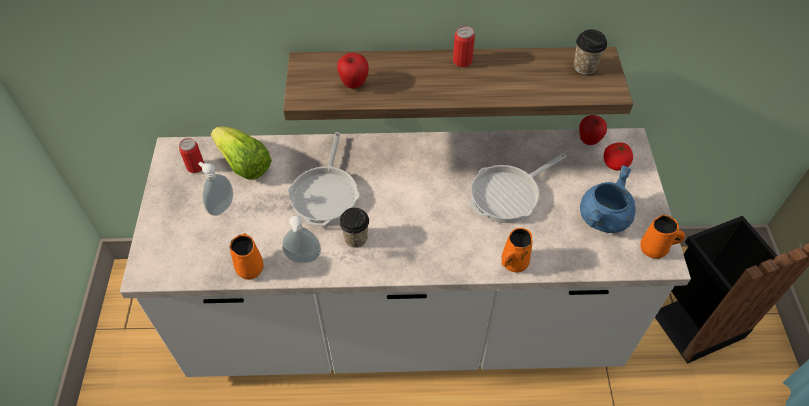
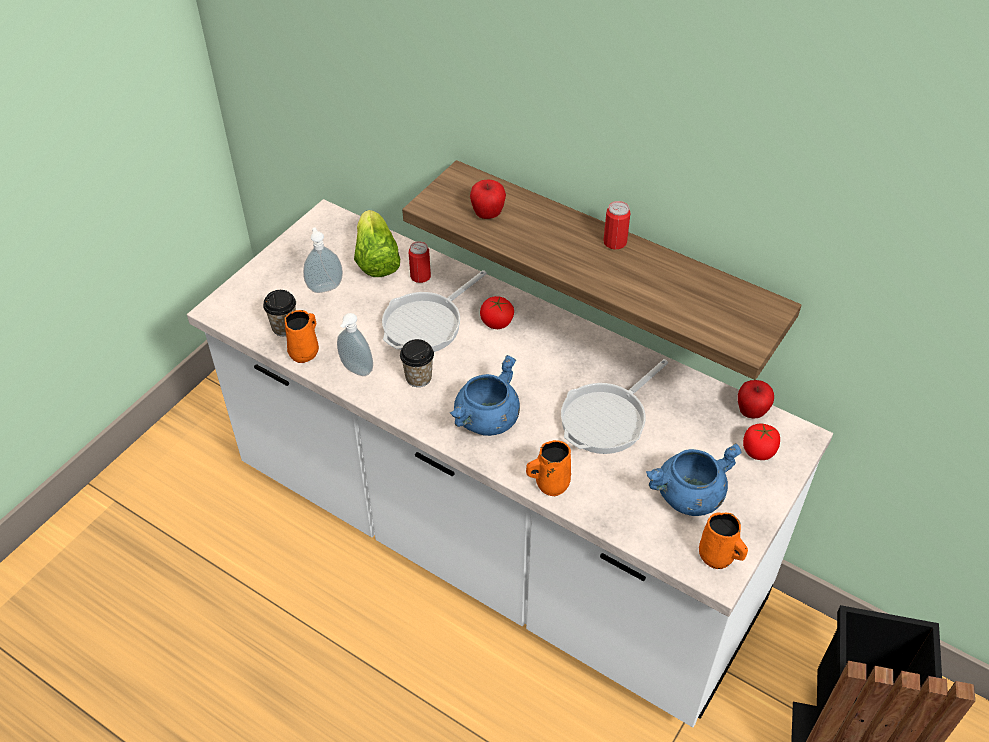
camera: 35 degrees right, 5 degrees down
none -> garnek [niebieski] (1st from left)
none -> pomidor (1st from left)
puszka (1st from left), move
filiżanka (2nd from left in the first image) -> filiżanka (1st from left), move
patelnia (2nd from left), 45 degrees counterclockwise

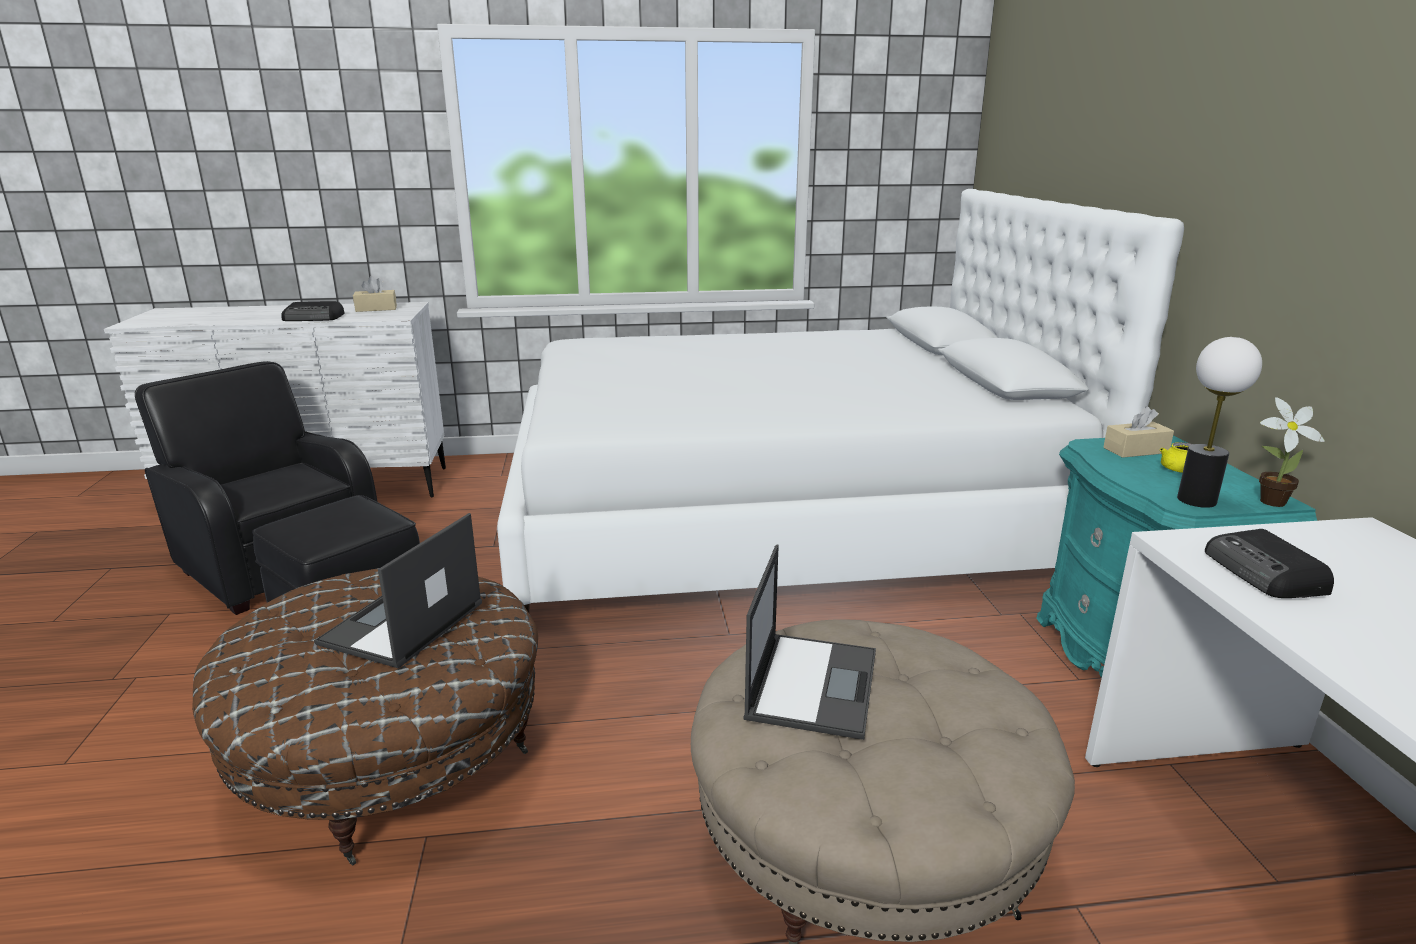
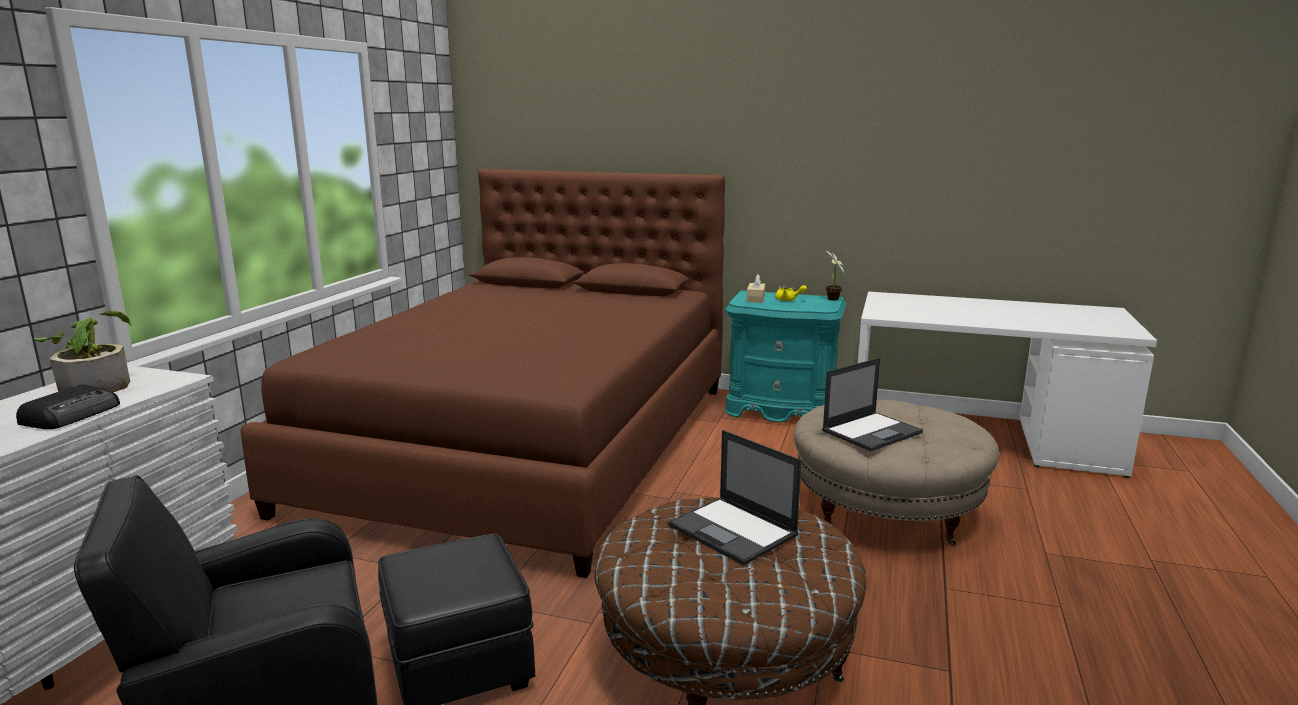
camera: 65 degrees left, 5 degrees down
lampa stołowa -> none
radio (2nd from left) -> none
pudełko chusteczek [beżowy] (1st from left) -> roślina doniczkowa (1st from left)
łóżko [biały] -> łóżko [brązowy]
laptop (2nd from left), 105 degrees clockwise

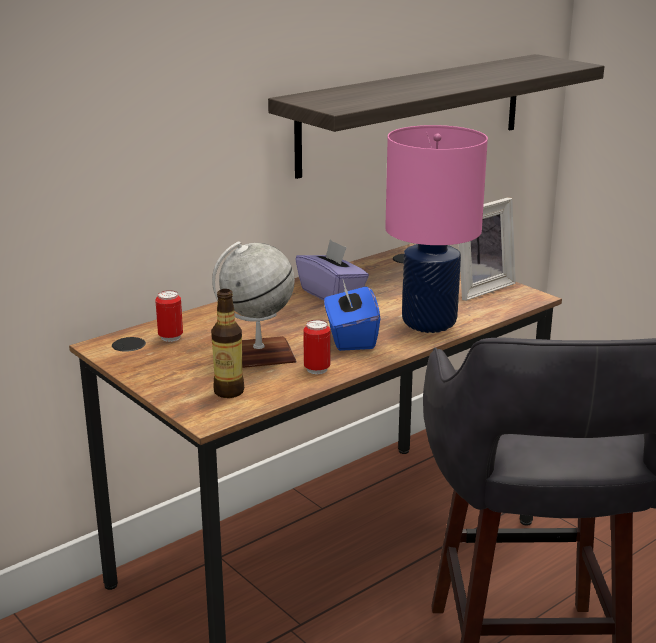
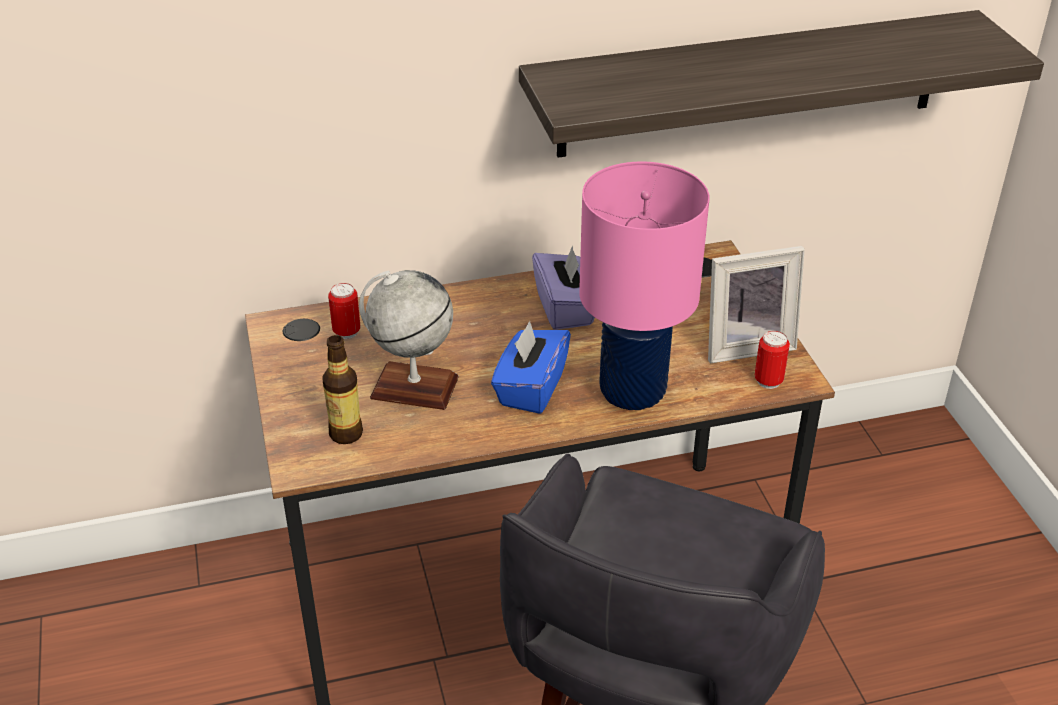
camera: 25 degrees right, 15 degrees up
puszka (2nd from left), move

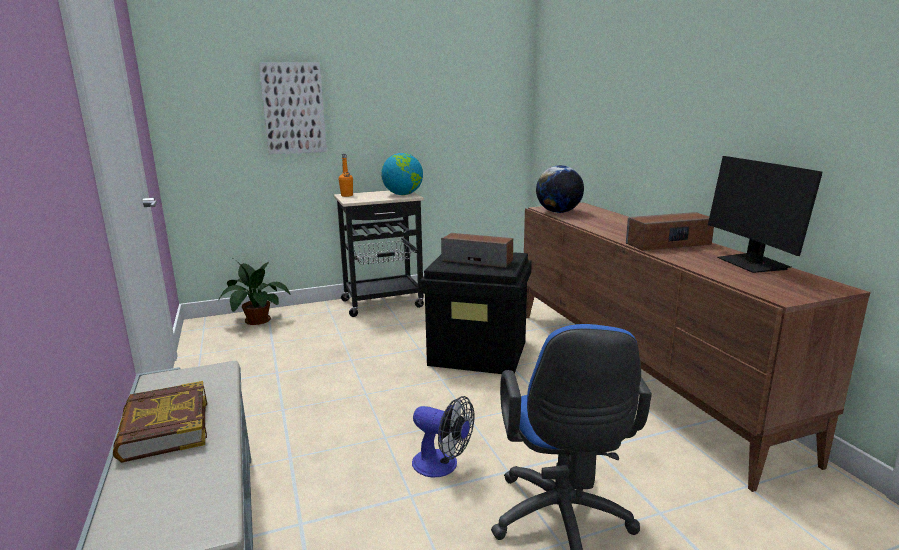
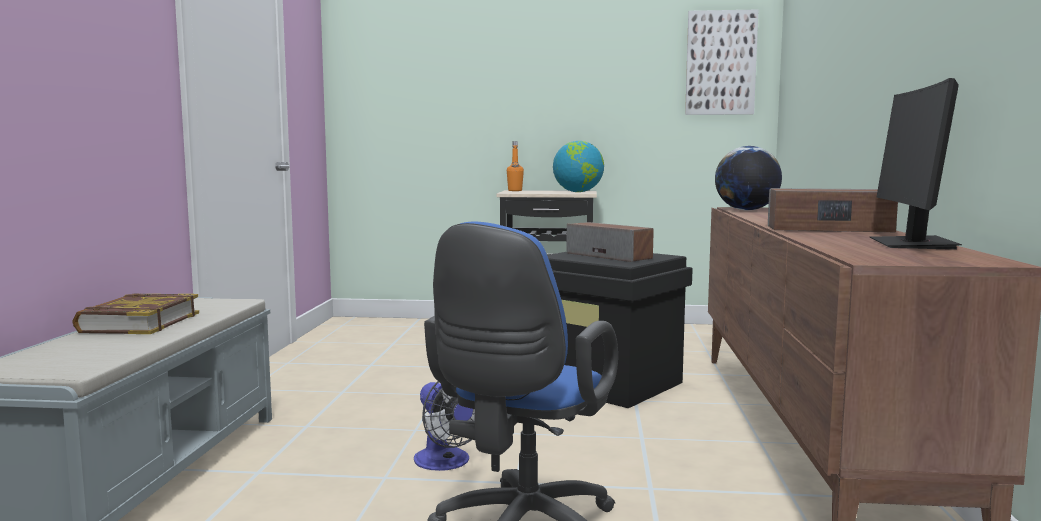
camera: 25 degrees right, 10 degrees down
roślina doniczkowa -> none
obraz, move

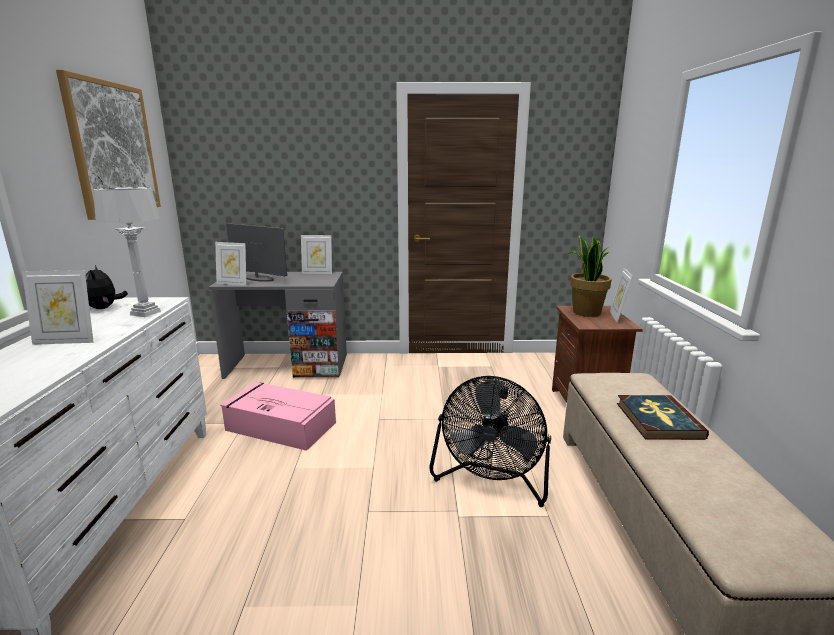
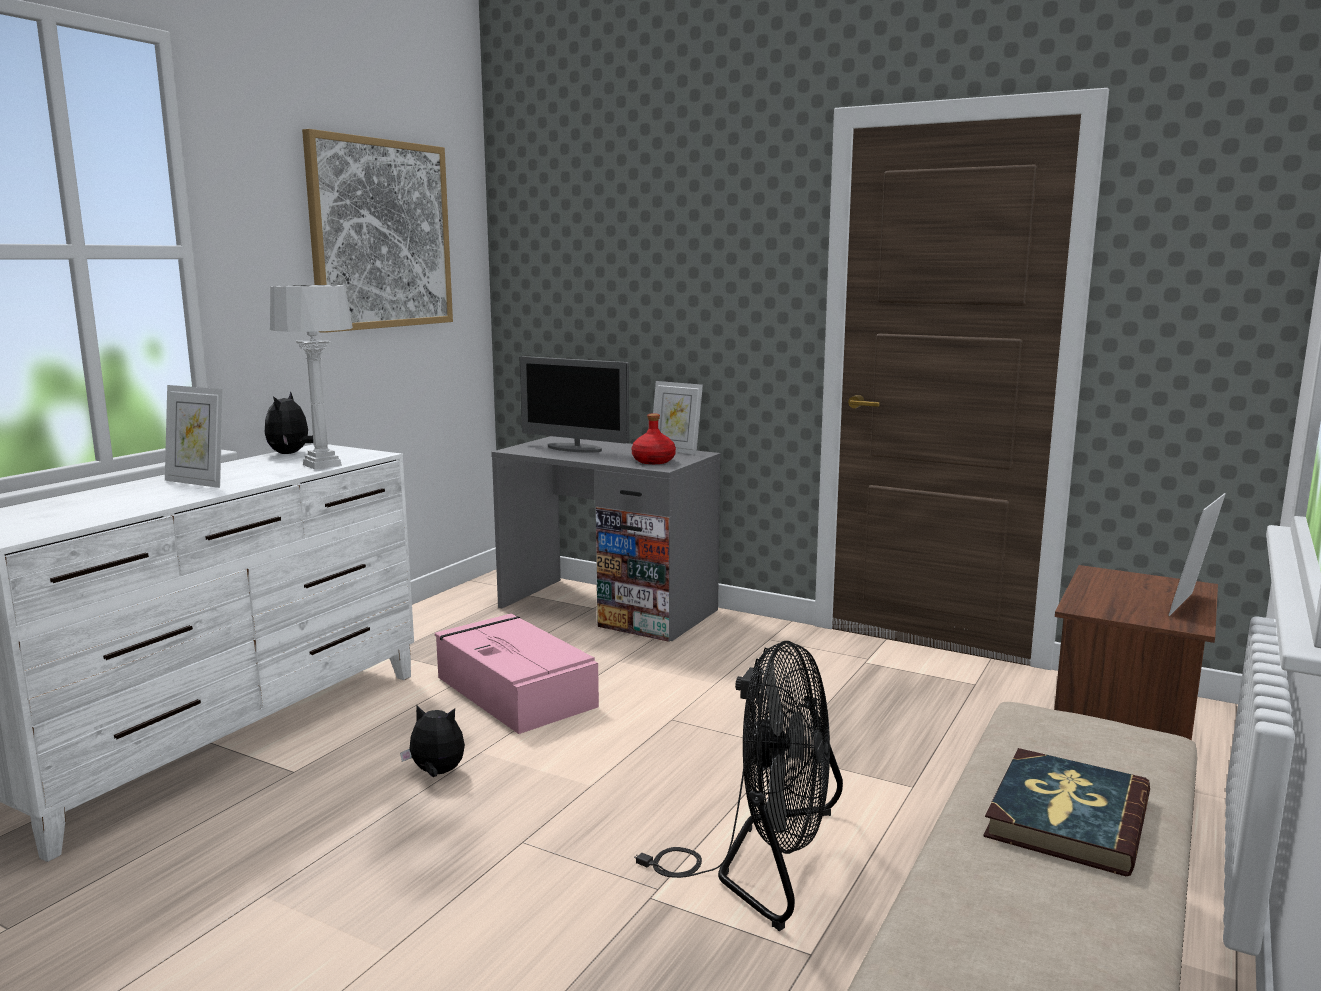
camera: 30 degrees right, 5 degrees down
ramka na zdjęcie (2nd from left) -> none
roślina doniczkowa -> none
none -> pluszak (2nd from left)
none -> butelka [czerwony]
monitor, 150 degrees clockwise
wentylator [czarny], 120 degrees counterclockwise

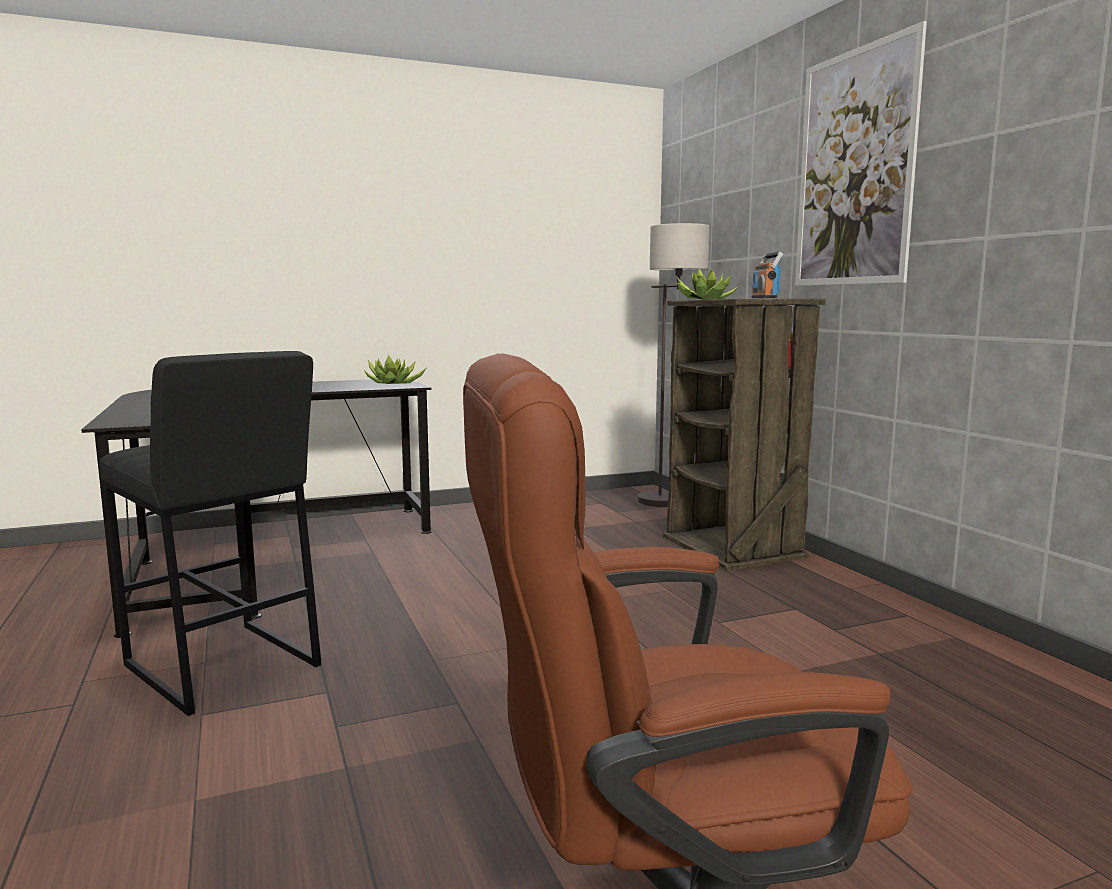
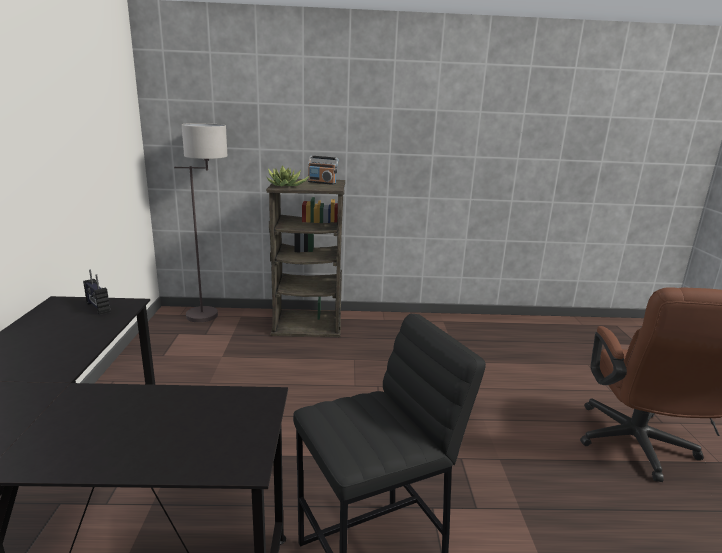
camera: 70 degrees left, 10 degrees up
obraz -> none
roślina doniczkowa (1st from left) -> radio (1st from left)

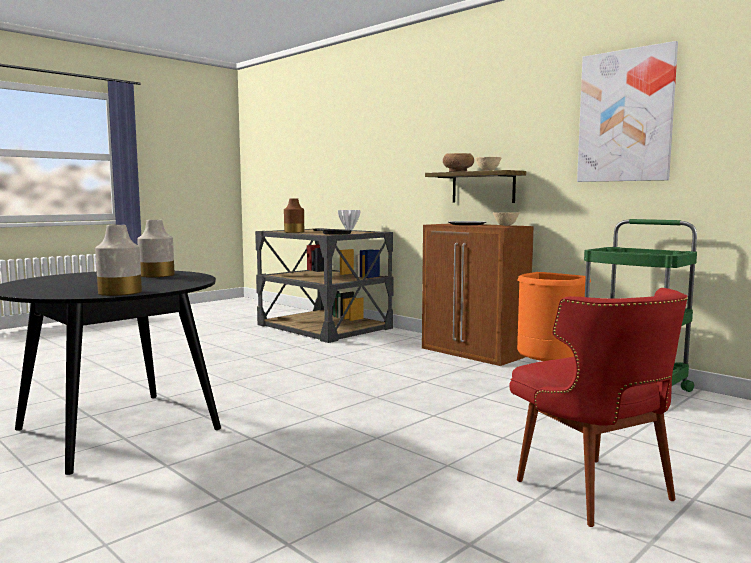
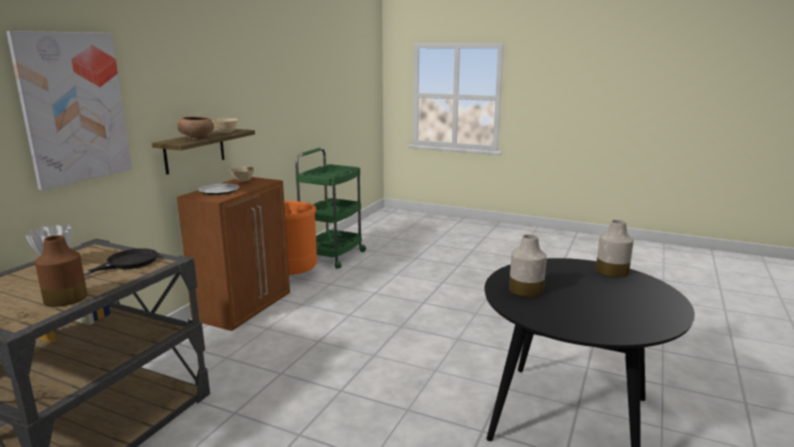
camera: 110 degrees left, 10 degrees up
krzesło [czerwony] -> none
obraz, move

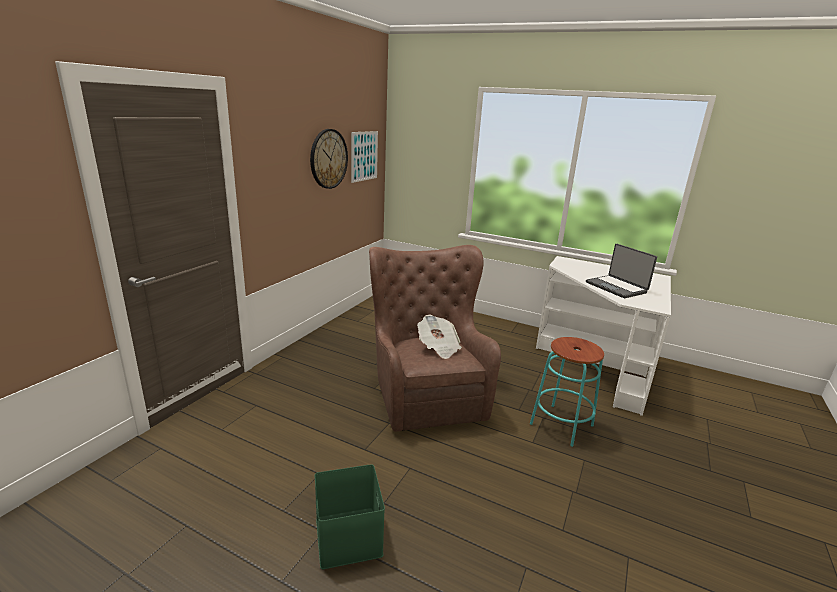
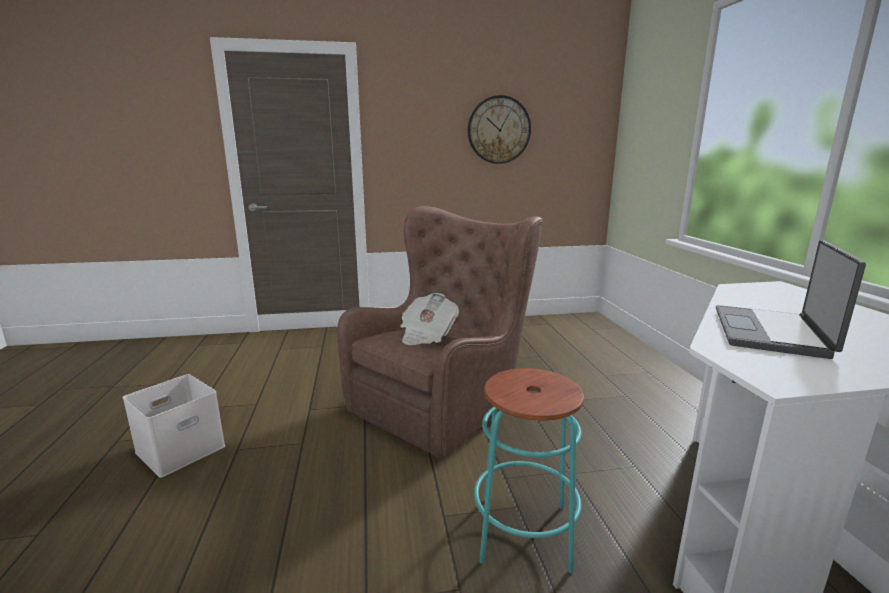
camera: 55 degrees right, 5 degrees down
obraz -> none
pojemnik do przechowywania [zielony] -> pojemnik do przechowywania [biały]

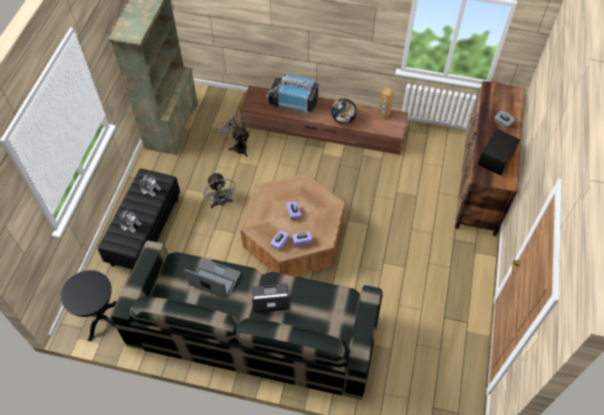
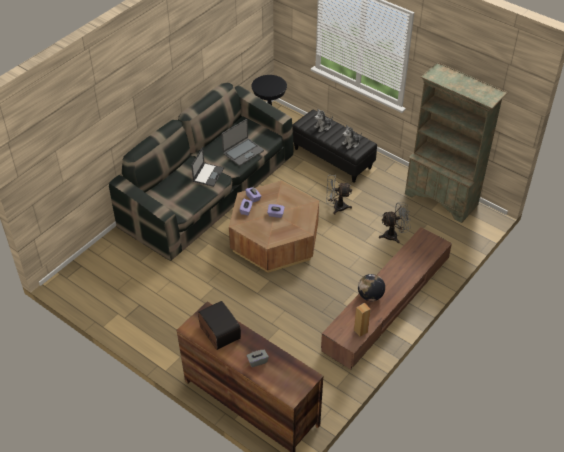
camera: 115 degrees right, 10 degrees down
telewizor -> none

